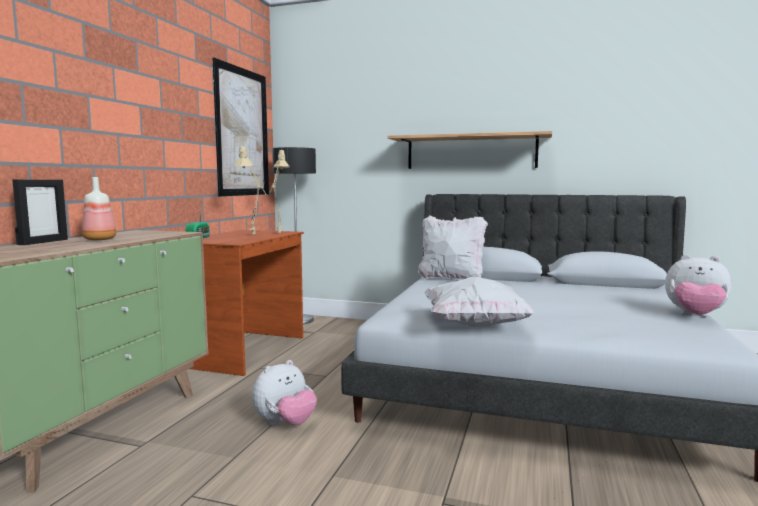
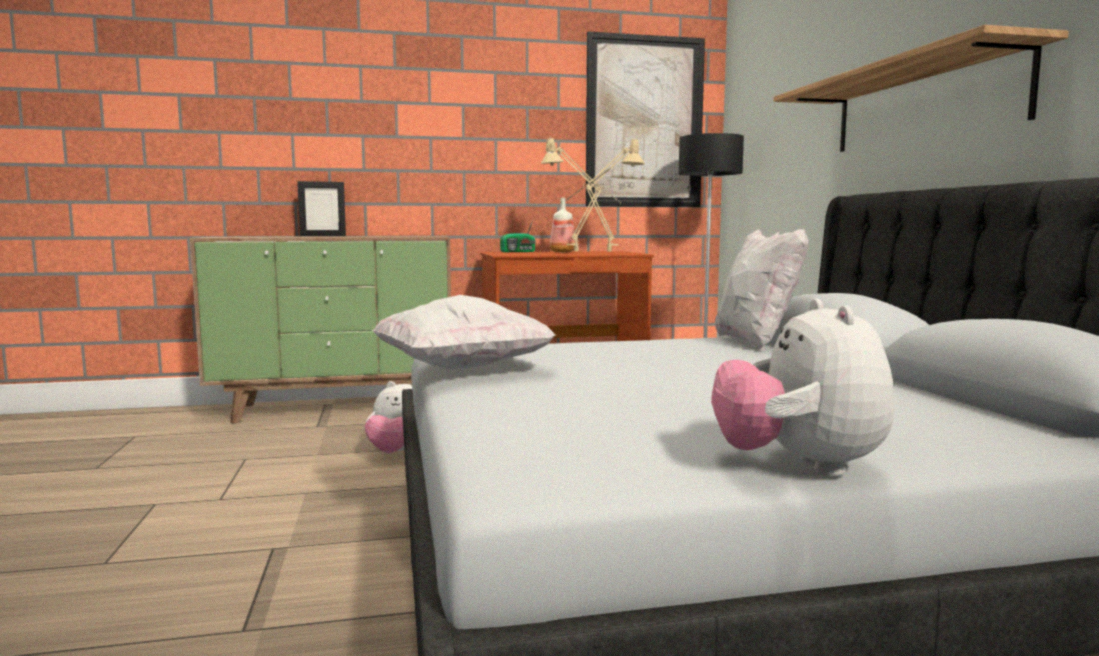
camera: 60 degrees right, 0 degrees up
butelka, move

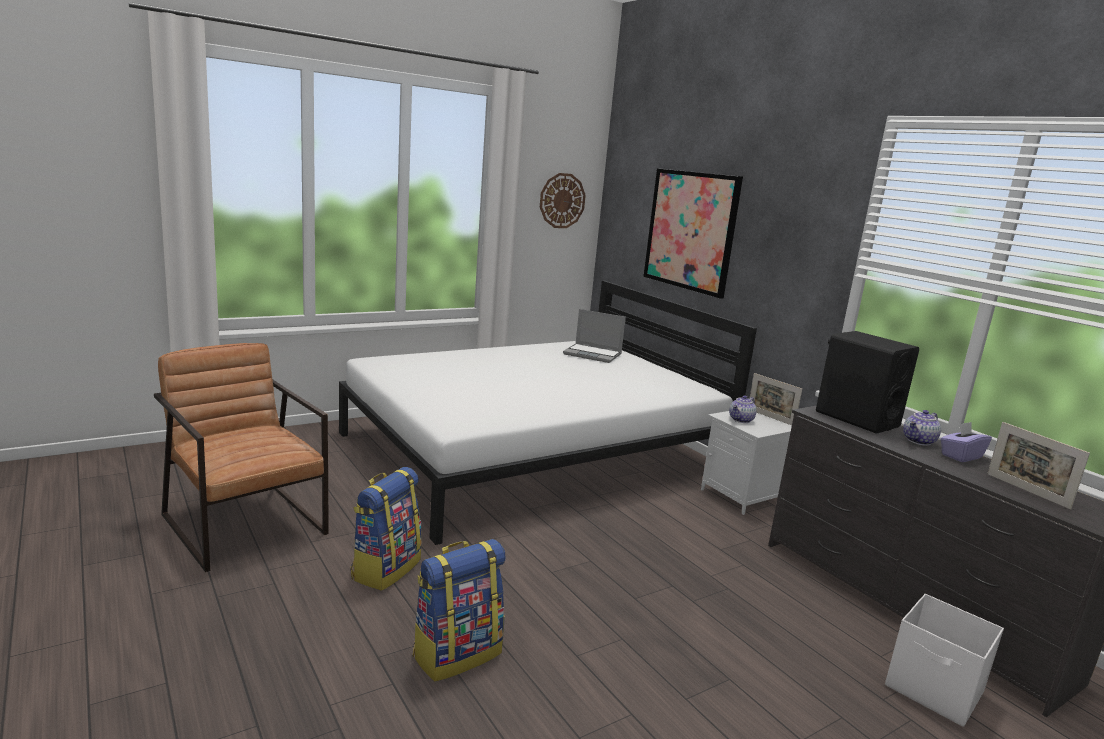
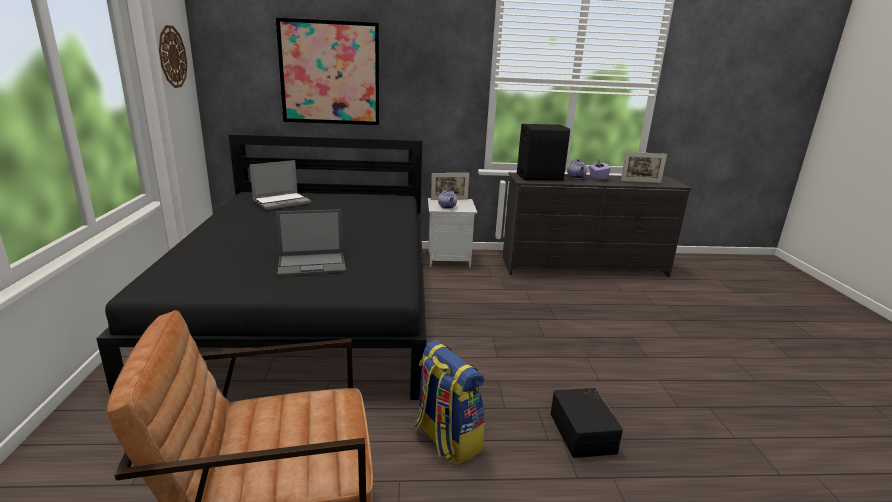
camera: 60 degrees left, 5 degrees up
pojemnik do przechowywania [biały] -> none
none -> laptop (2nd from left)
plecak (2nd from left) -> pojemnik do przechowywania [czarny]
łóżko [biały] -> łóżko [czarny]

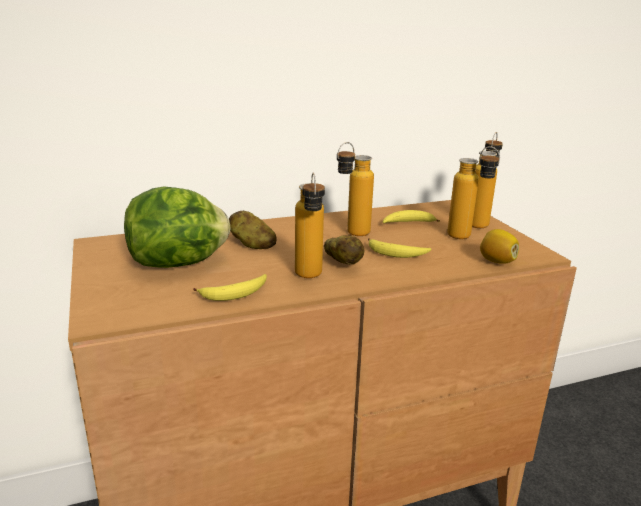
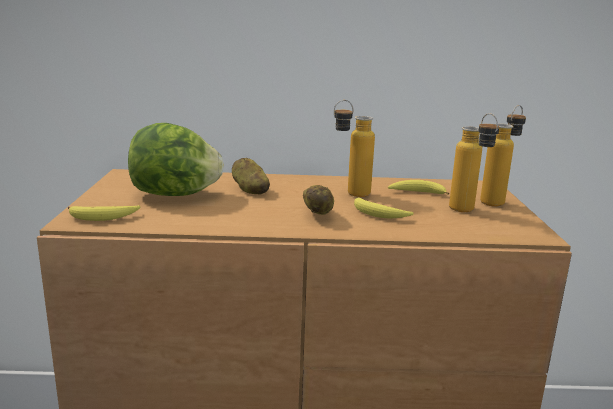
camera: 20 degrees right, 5 degrees down
butelka (1st from left) -> none
cytryna -> none
banan (1st from left), move

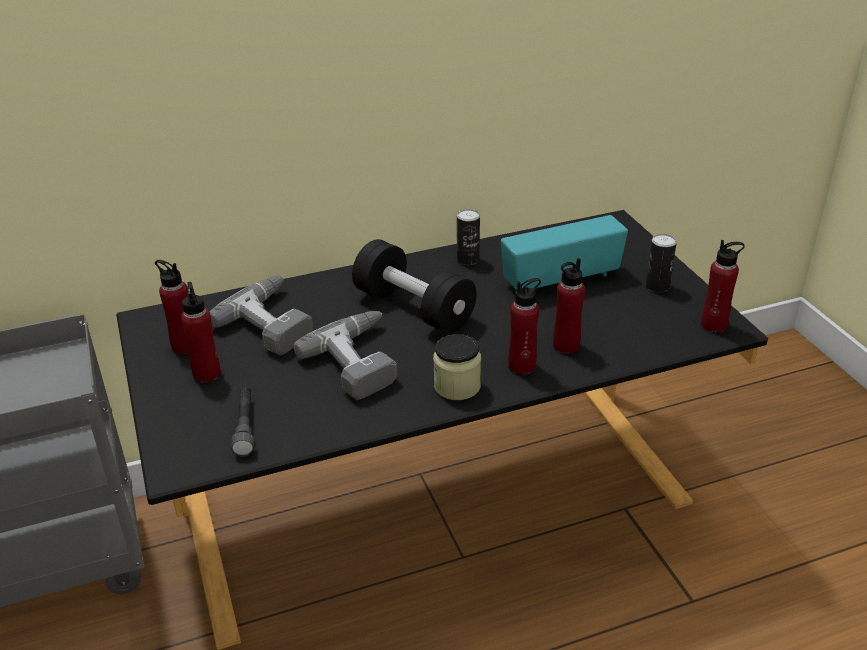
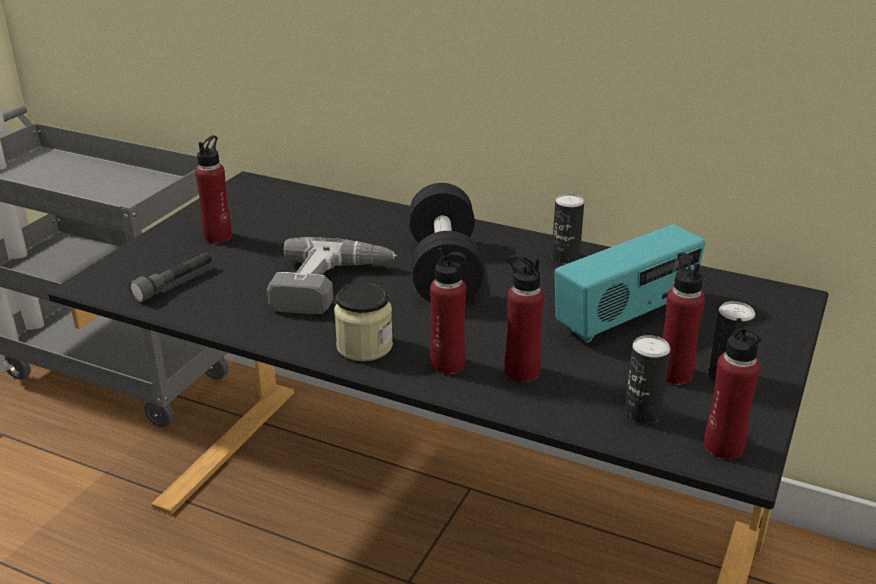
camera: 45 degrees right, 5 degrees down
wiertarka (1st from left) -> none
none -> puszka (2nd from left)
butelka [czerwony] (1st from left in the first image) -> butelka [czerwony] (4th from left), move
radio, 120 degrees clockwise

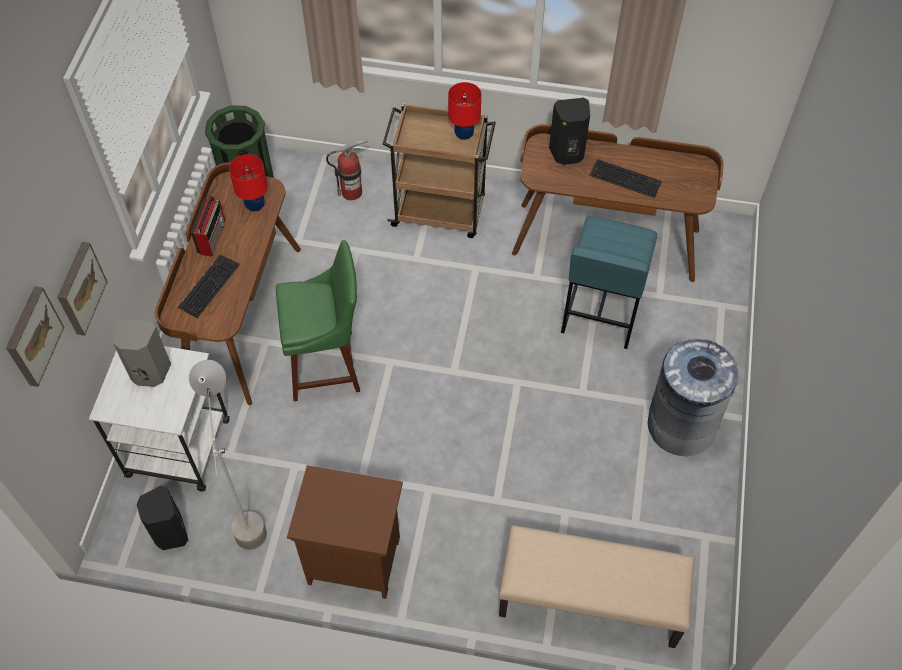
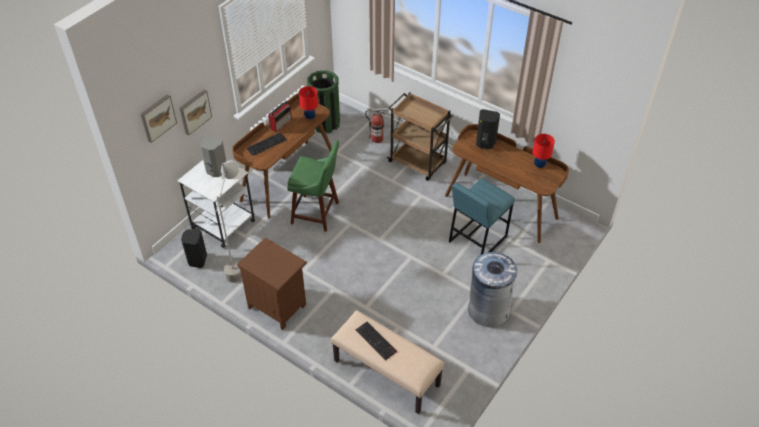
camera: 25 degrees right, 10 degrees down
lampa stołowa [czerwony] (2nd from left), move
klawiatura (2nd from left), move

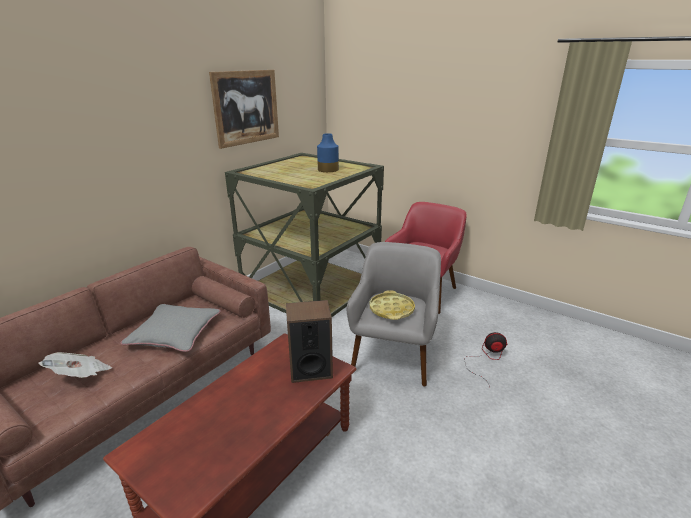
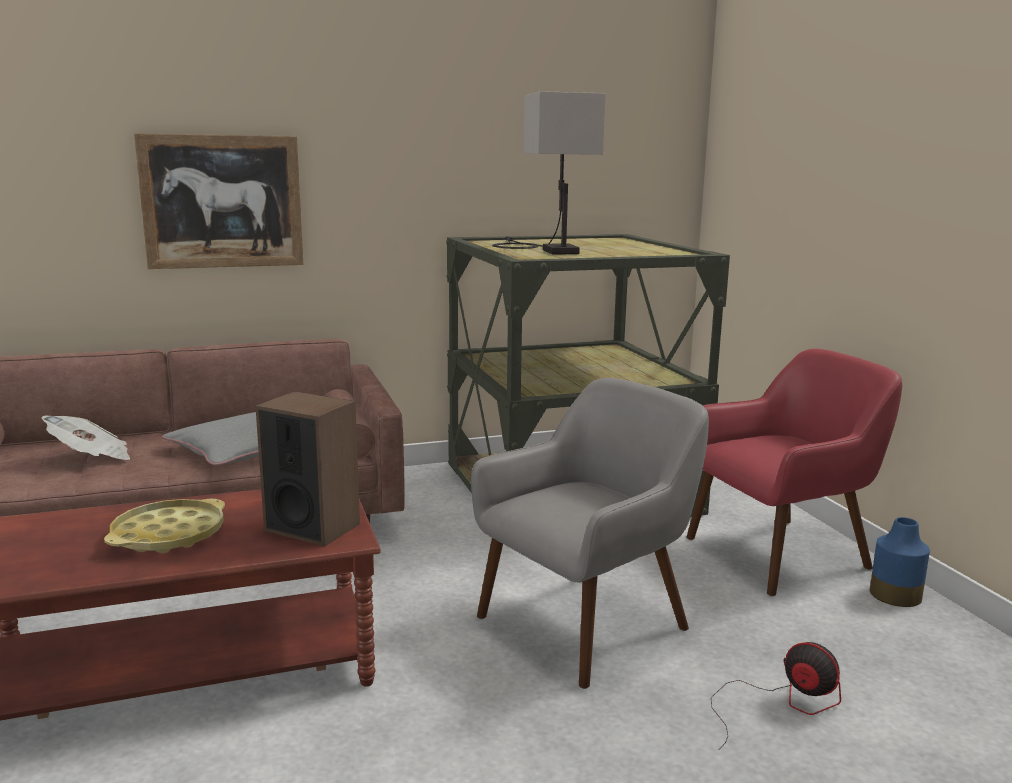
camera: 35 degrees right, 10 degrees down
none -> lampa stołowa
obraz, move
wazon [niebieski], move
taca [żółty], move

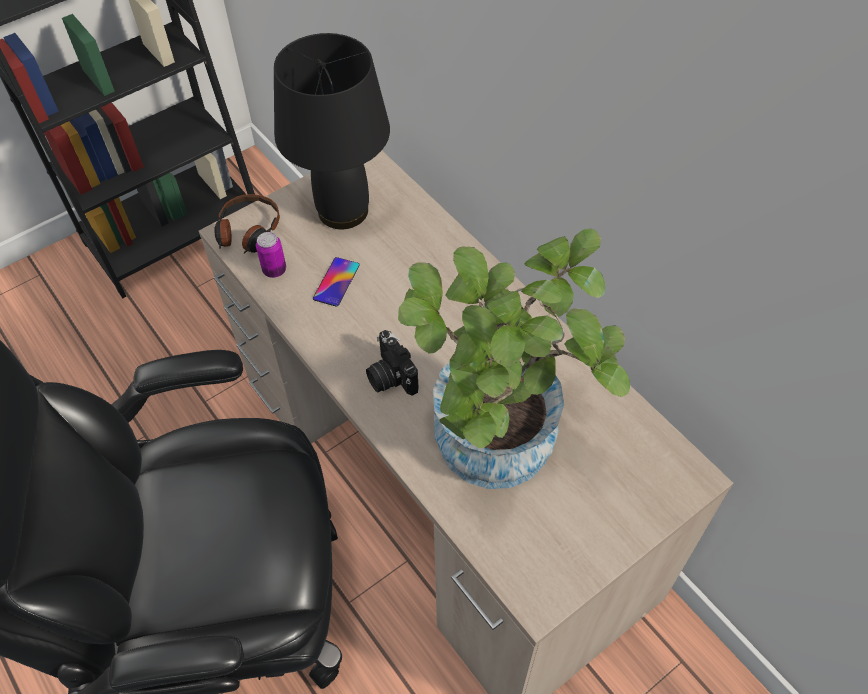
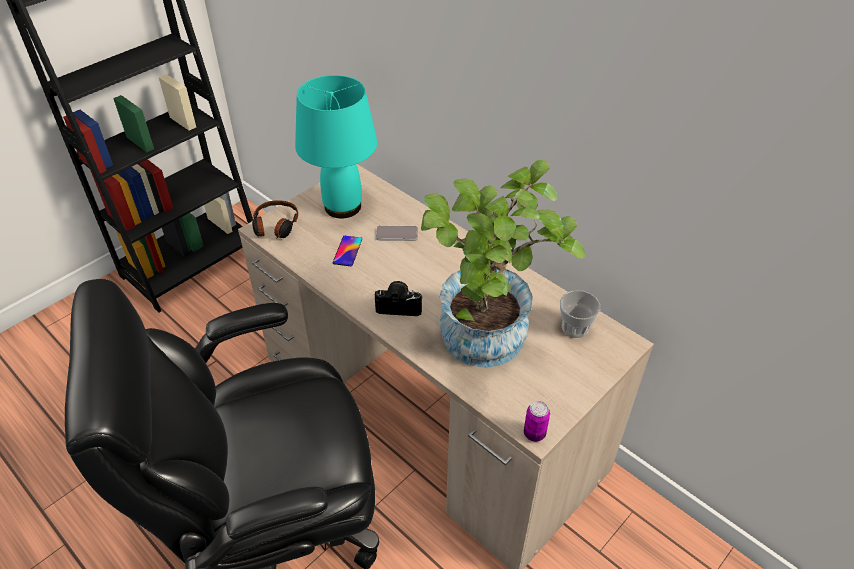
camera: 10 degrees left, 10 degrees down
none -> telefon (2nd from left)
none -> filiżanka
puszka, move
lampa stołowa [czarny] -> lampa stołowa [turkusowy]
aparat fotograficzny, 135 degrees clockwise

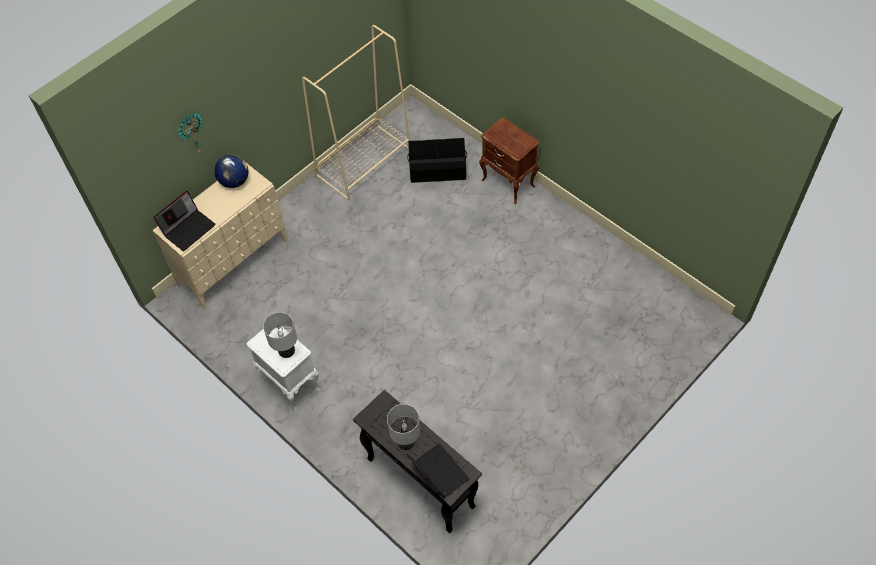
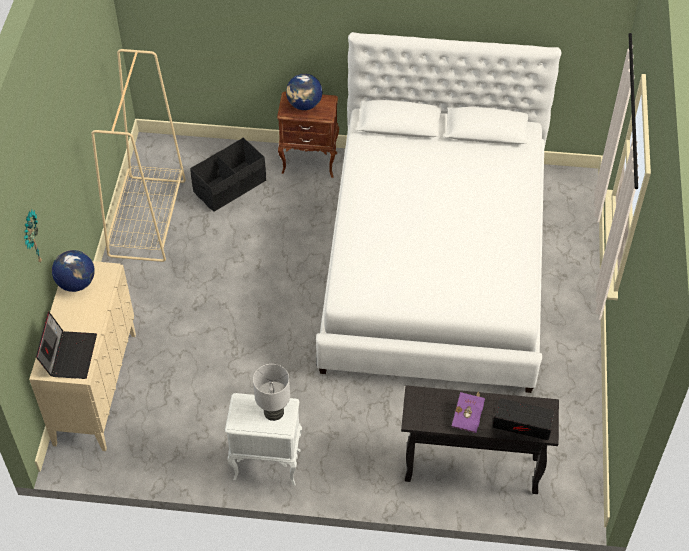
camera: 40 degrees left, 5 degrees down
none -> globus (2nd from left)
none -> łóżko [biały]
lampa stołowa [szary] (2nd from left) -> książka [fioletowy]

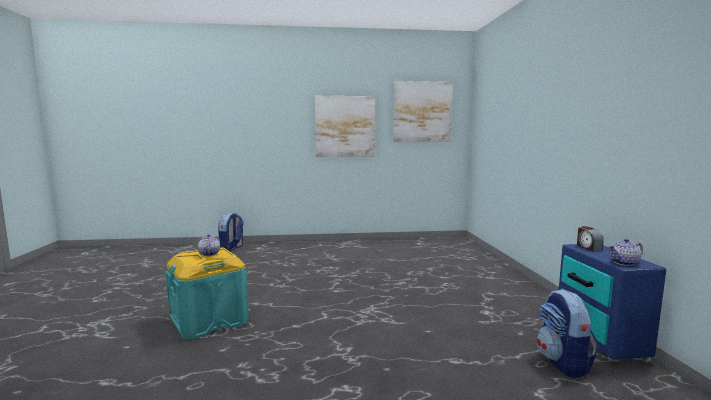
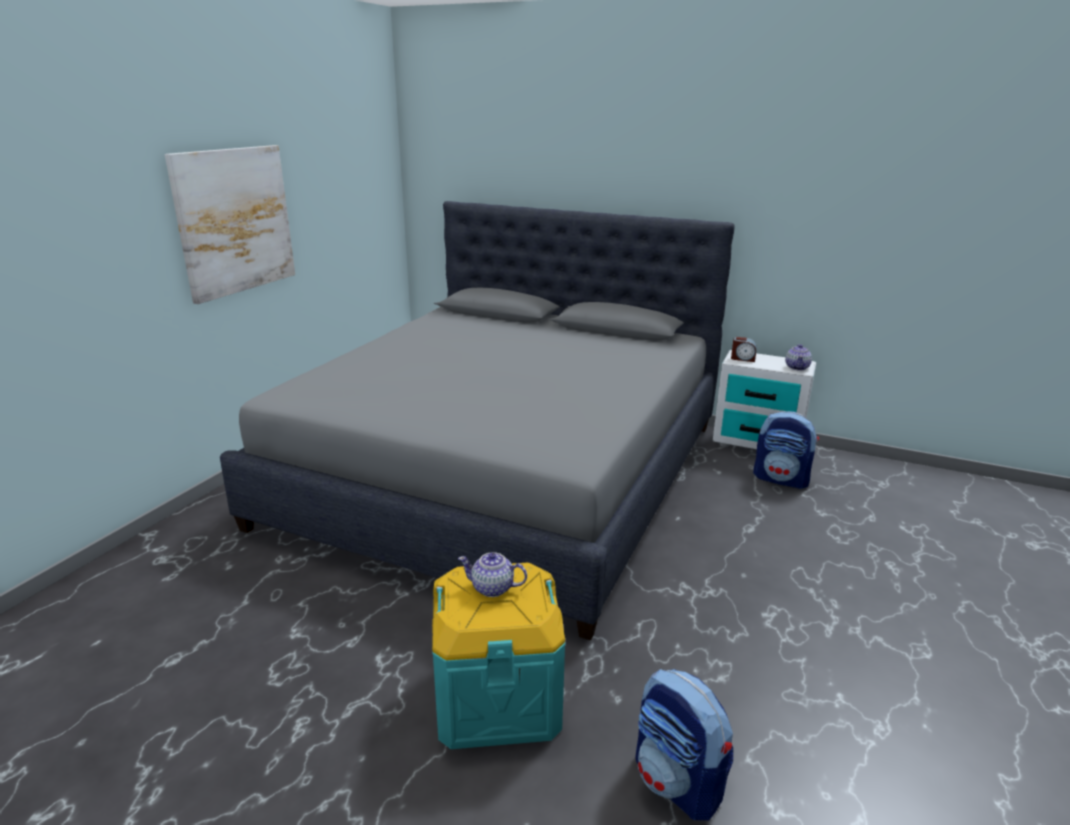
camera: 60 degrees left, 15 degrees up
obraz (2nd from left) -> none
none -> łóżko [szary]
plecak (1st from left), move
szafka nocna [niebieski] -> szafka nocna [biały]

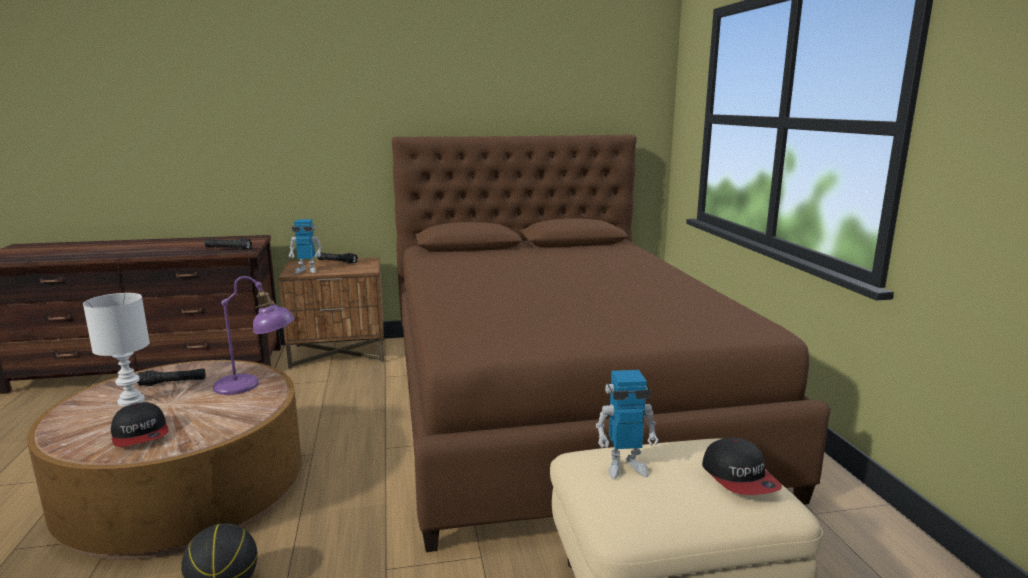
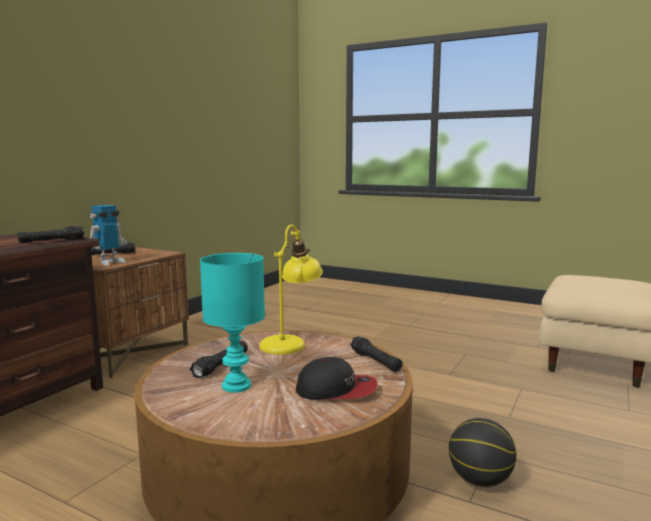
camera: 50 degrees left, 5 degrees down
łóżko [brązowy] -> none
robot zabawkowy (2nd from left) -> none
czapka z daszkiem (2nd from left) -> none
none -> latarka [czarny] (4th from left)
lampa stołowa [biały] -> lampa stołowa [turkusowy]
lampa stołowa [fioletowy] -> lampa stołowa [żółty]

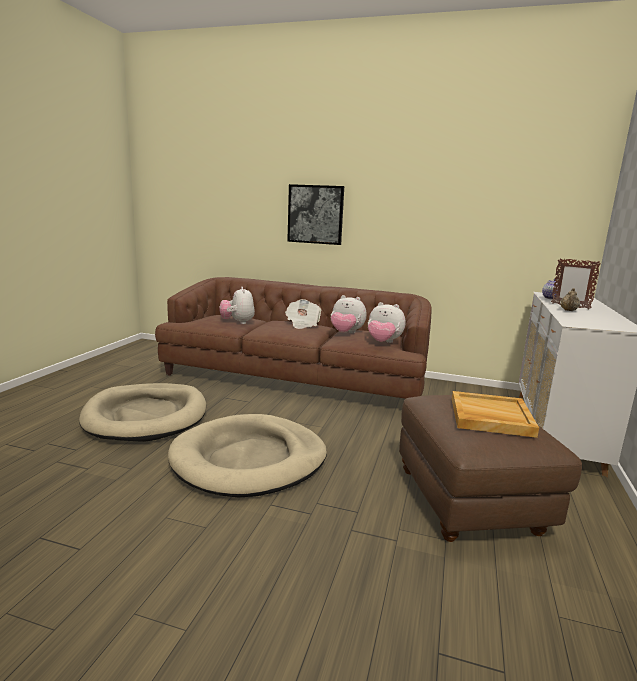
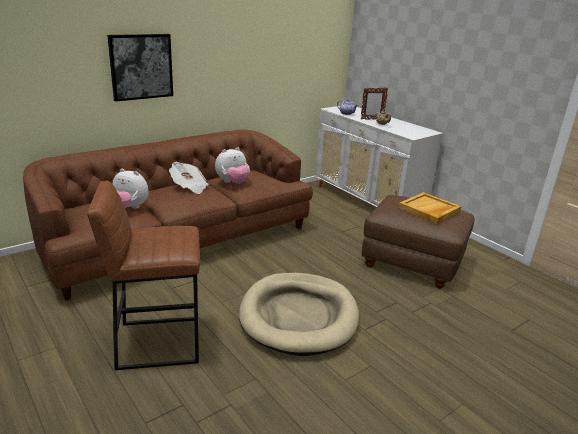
camera: 55 degrees left, 10 degrees up
pluszak (3rd from left) -> none
legowisko [beżowy] (1st from left) -> stołek [brązowy]

